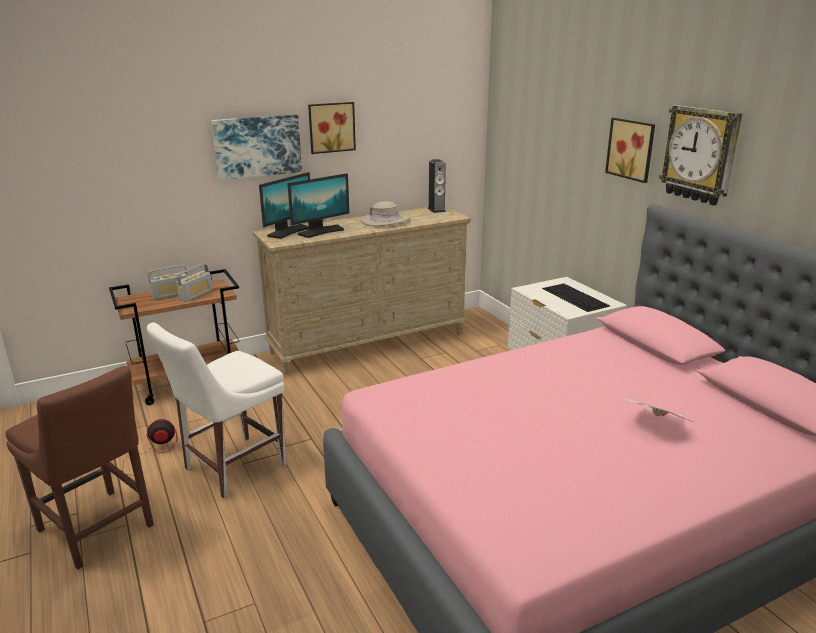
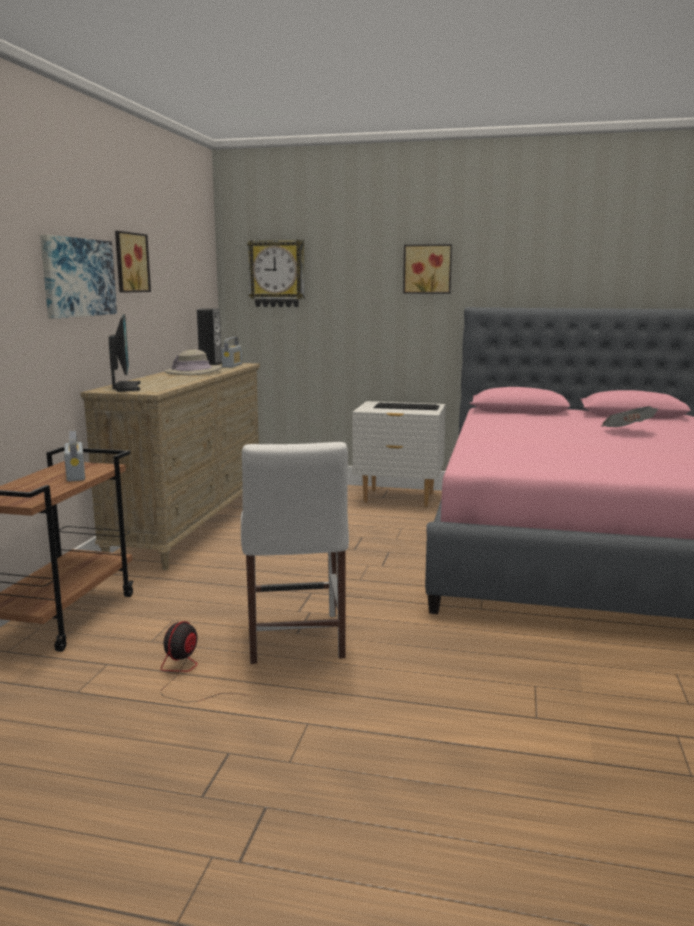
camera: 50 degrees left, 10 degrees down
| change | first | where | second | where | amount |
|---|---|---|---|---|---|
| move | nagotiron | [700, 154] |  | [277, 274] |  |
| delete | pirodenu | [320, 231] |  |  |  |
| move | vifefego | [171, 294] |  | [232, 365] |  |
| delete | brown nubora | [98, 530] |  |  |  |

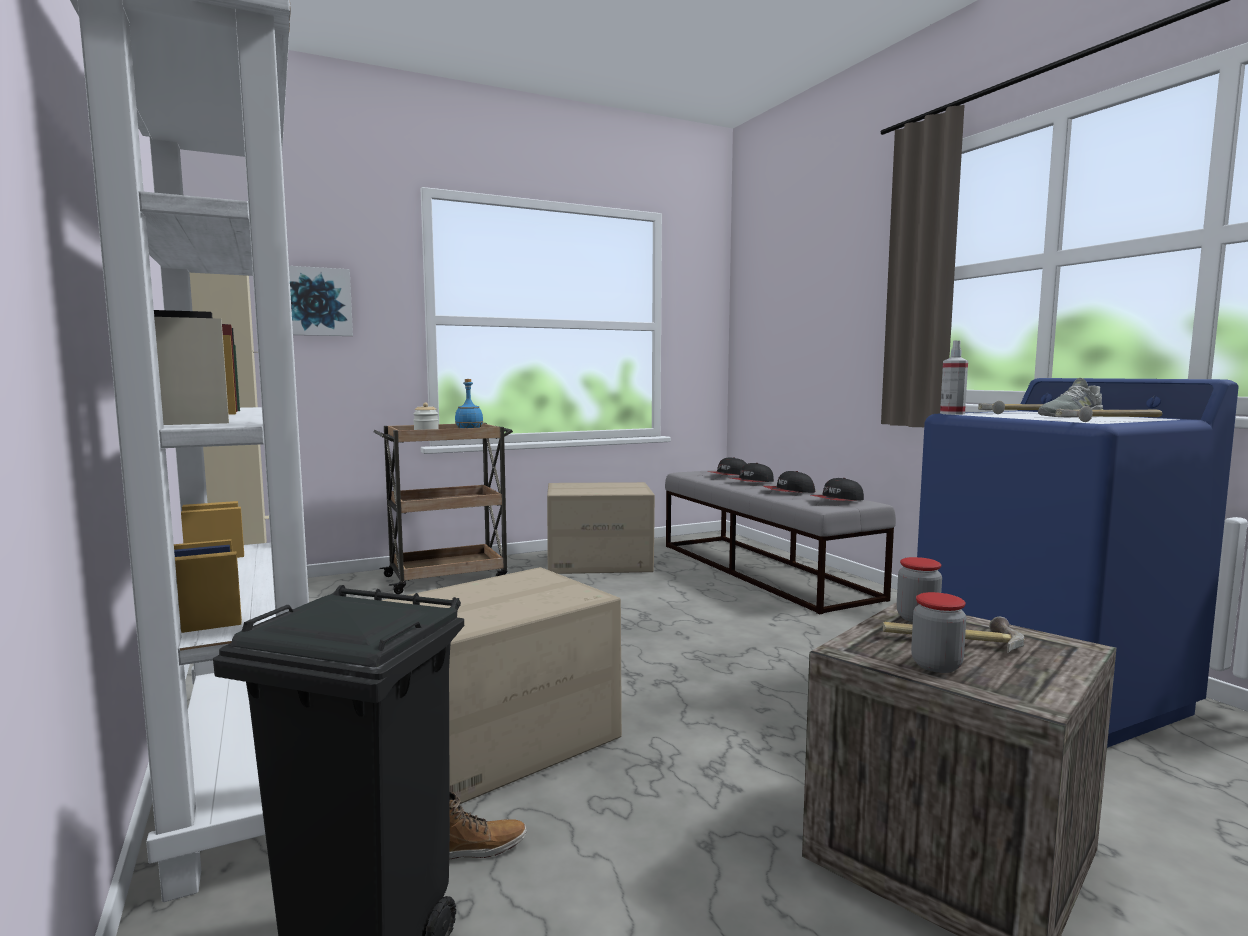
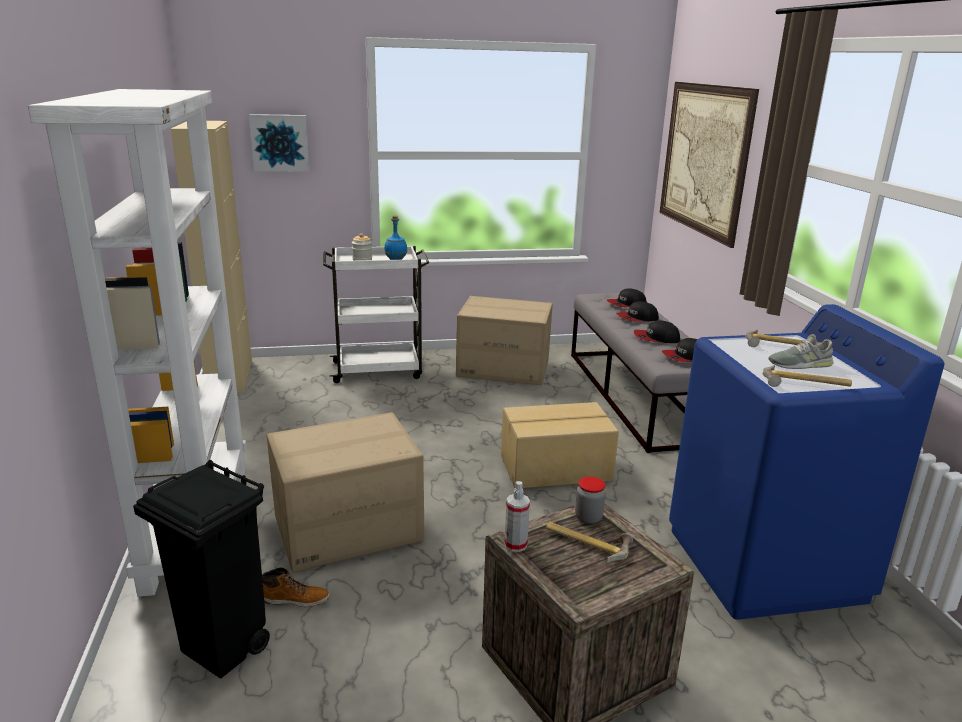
camera: 15 degrees right, 15 degrees up
| change | first | where | second | where | amount |
|---|---|---|---|---|---|
| move | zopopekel | [952, 413] |  | [515, 545] |  |
| recolor | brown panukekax | [448, 578] | white panukekax | [379, 370] |  |
| delete | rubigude | [936, 665] |  |  |  |
| insert |  |  | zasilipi | [704, 159] |  |
| insert |  |  | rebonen | [556, 469] |  |

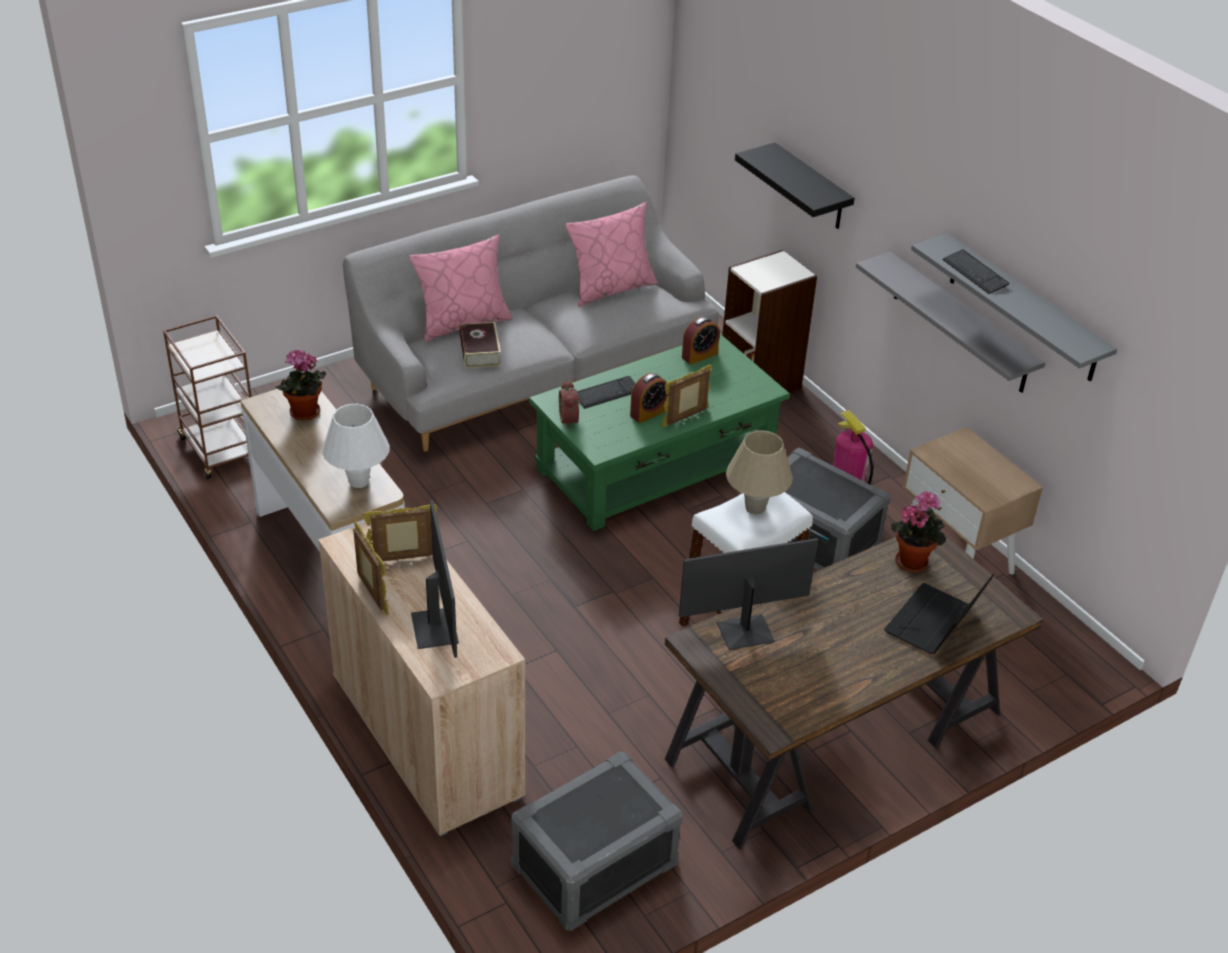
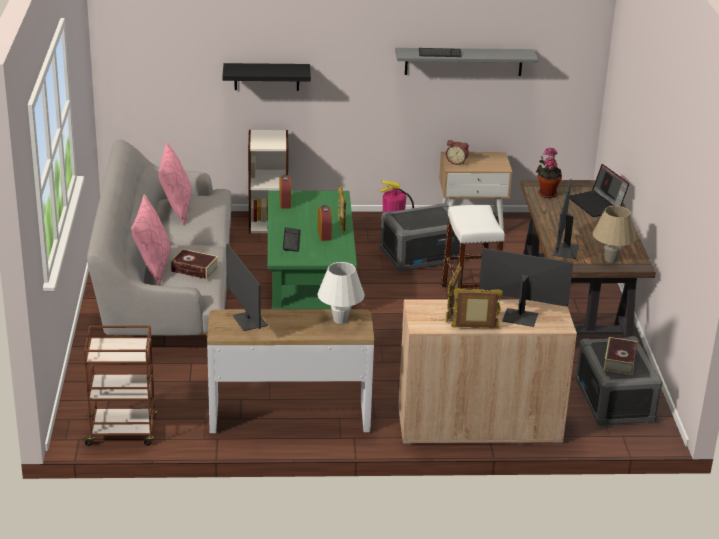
camera: 60 degrees left, 10 degrees down
| change | first | where | second | where | amount |
|---|---|---|---|---|---|
| delete | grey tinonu | [960, 323] |  |  |  |
| replace | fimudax | [304, 414] | pirodenu | [248, 321] |  |
| move | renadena | [570, 419] |  | [457, 162] |  |
| move | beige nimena | [755, 508] |  | [610, 259] |  |
| insert |  |  | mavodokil | [619, 361] |  |

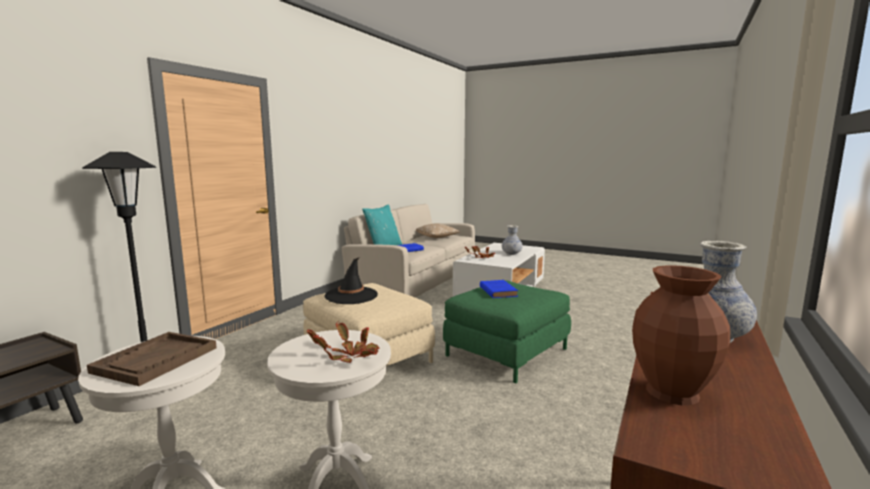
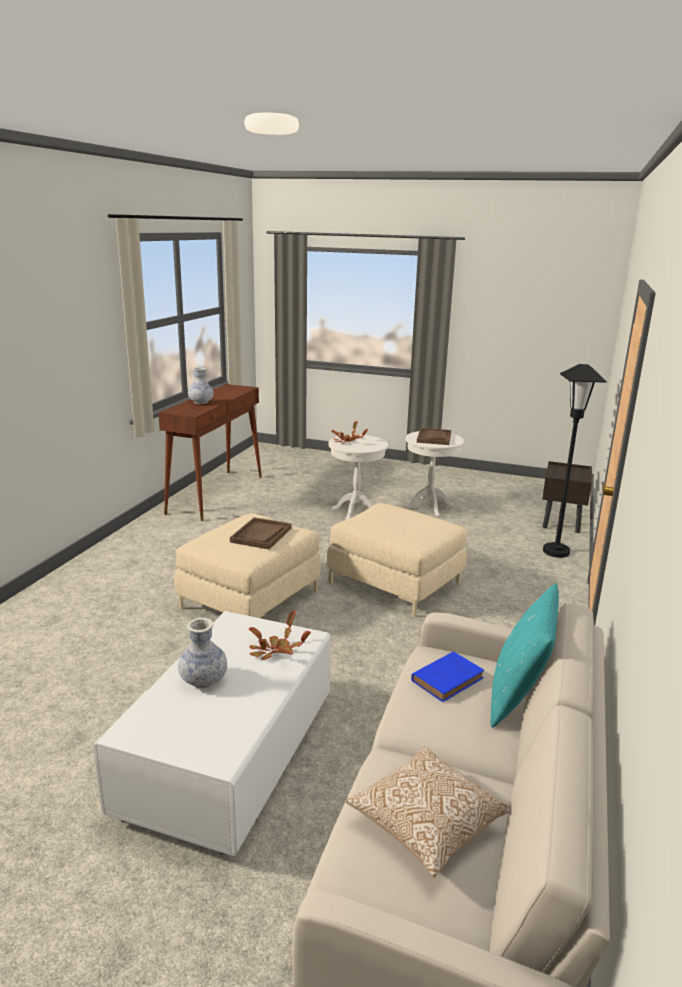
camera: 170 degrees right, 10 degrees up
| change | first | where | second | where | amount |
|---|---|---|---|---|---|
| delete | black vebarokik | [351, 295] |  |  |  |
| delete | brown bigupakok | [674, 392] |  |  |  |
| recolor | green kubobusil | [506, 352] | beige kubobusil | [251, 599] |  |
| replace | blue mavodokil | [497, 291] | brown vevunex | [261, 535] |  |

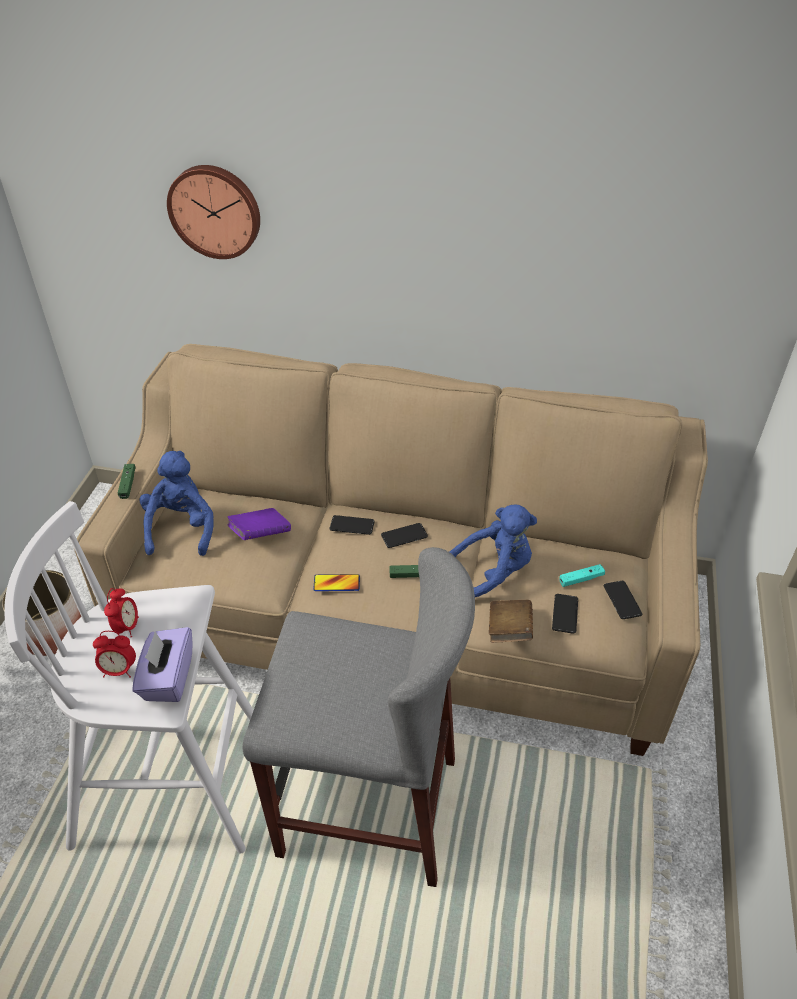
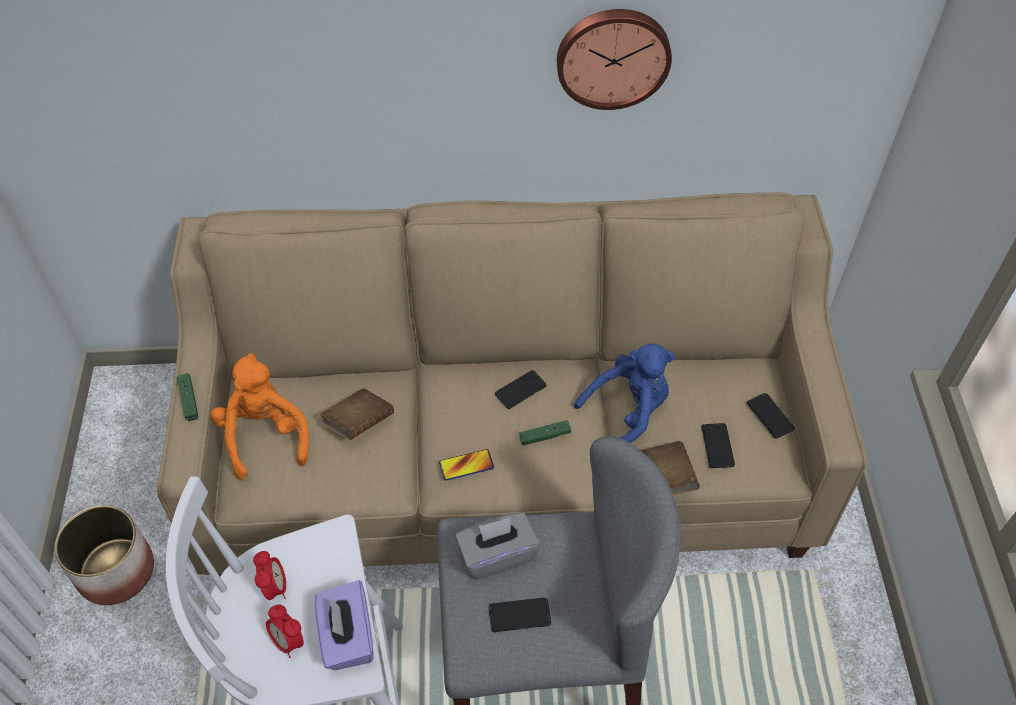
camera: 15 degrees left, 10 degrees up
| change | first | where | second | where | amount |
|---|---|---|---|---|---|
| move | nagotiron | [215, 210] |  | [613, 56] |  |
| recolor | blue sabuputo | [181, 528] | orange sabuputo | [264, 435] |  |
| recolor | purple mavodokil | [260, 534] | brown mavodokil | [359, 423] |  |
| move | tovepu | [352, 525] |  | [519, 615] |  |
| delete | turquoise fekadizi | [581, 579] |  |  |  |
| rotate | renadena | [119, 670] |  | [288, 641] | 60 degrees clockwise |
| insert |  |  | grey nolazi | [497, 555] |  |

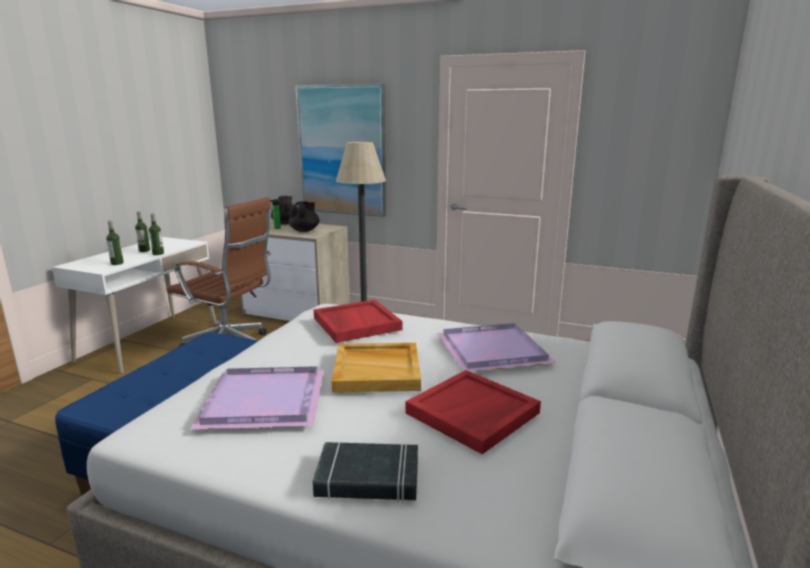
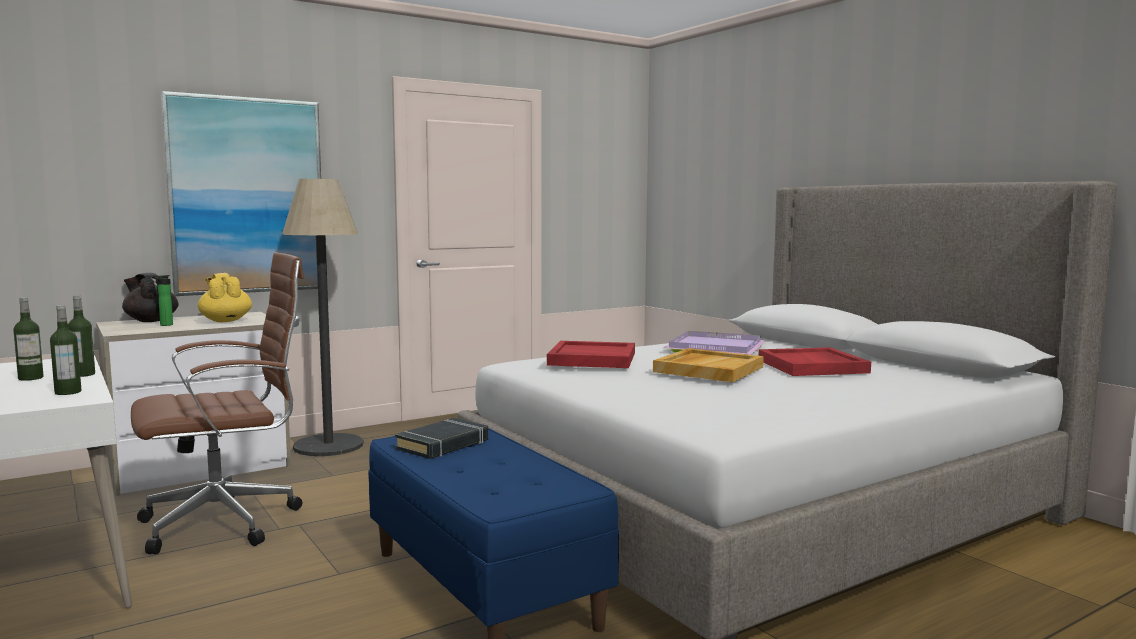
camera: 55 degrees left, 10 degrees down
| change | first | where | second | where | amount |
|---|---|---|---|---|---|
| recolor | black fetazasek | [305, 230] | yellow fetazasek | [225, 321] |  |
| delete | purple vevunex | [266, 400] |  |  |  |
| move | black mavodokil | [368, 478] |  | [443, 445] |  |

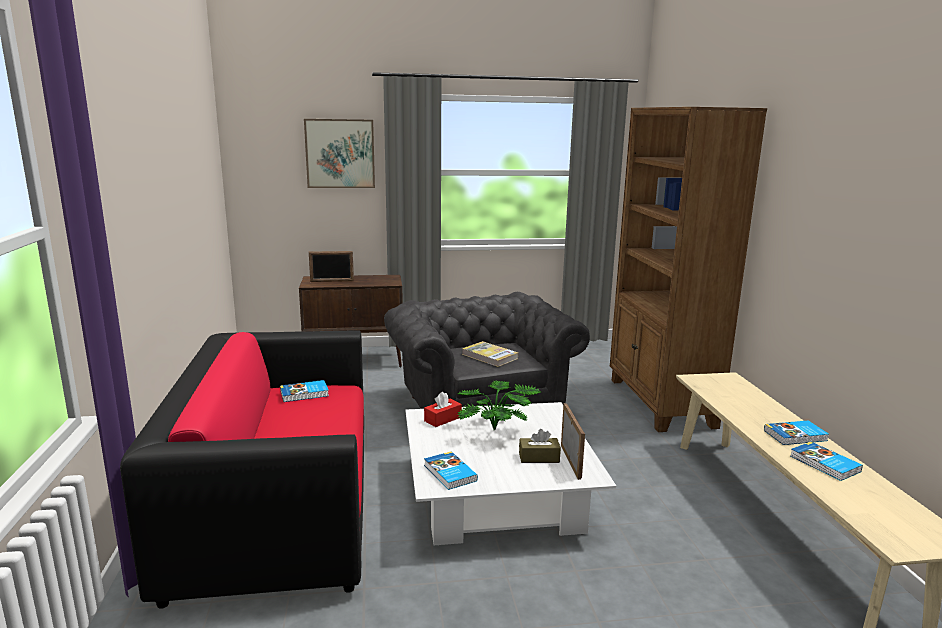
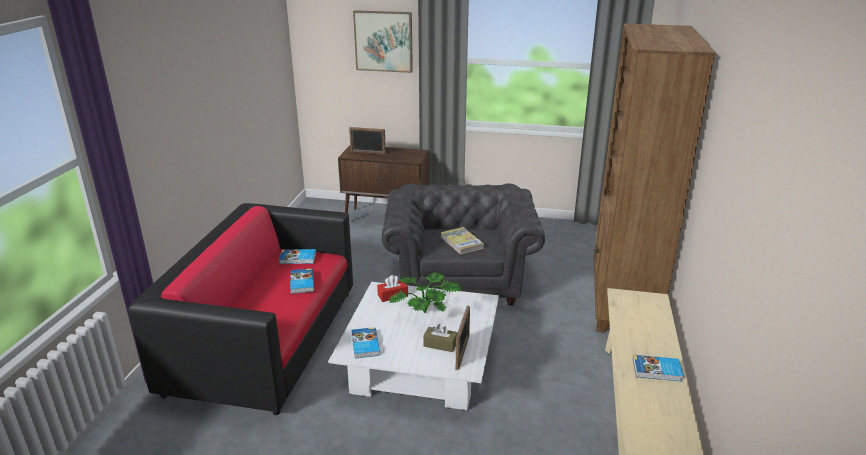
camera: 20 degrees right, 10 degrees up
| change | first | where | second | where | amount |
|---|---|---|---|---|---|
| move | mavodokil | [824, 464] |  | [301, 283] |  |

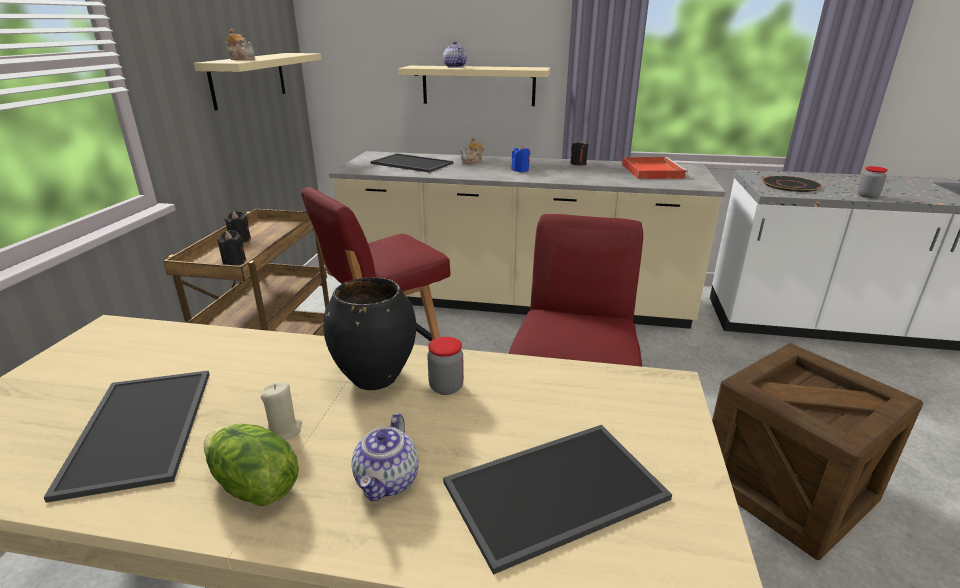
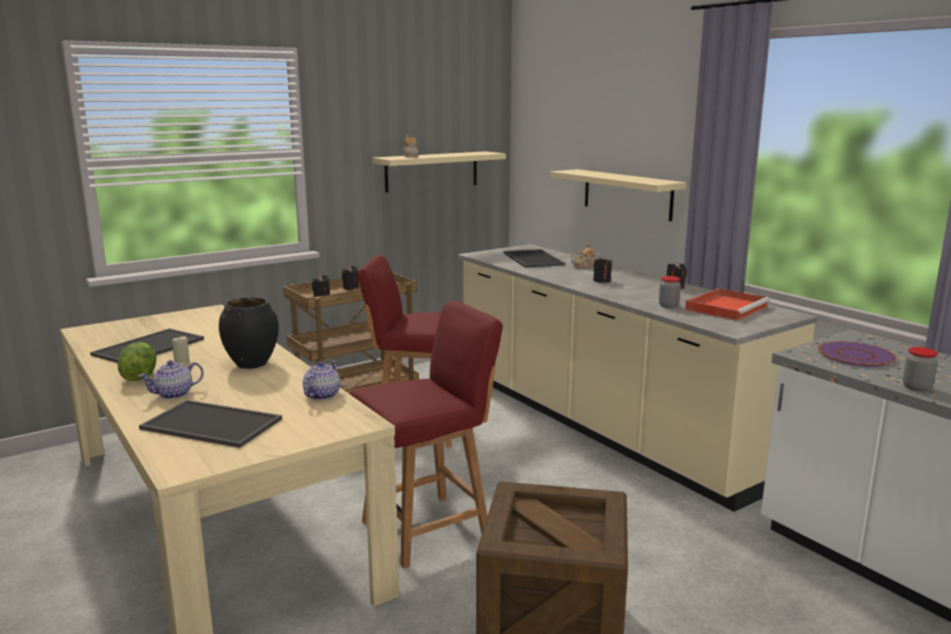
camera: 45 degrees right, 10 degrees down
| change | first | where | second | where | amount |
|---|---|---|---|---|---|
| move | fetazasek | [454, 67] |  | [321, 395] |  |
| recolor | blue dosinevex | [520, 170] | black dosinevex | [602, 281] |  |
| recolor | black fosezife | [790, 185] | purple fosezife | [856, 355] |  |
| move | rubigude | [446, 387] |  | [668, 306] |  |

